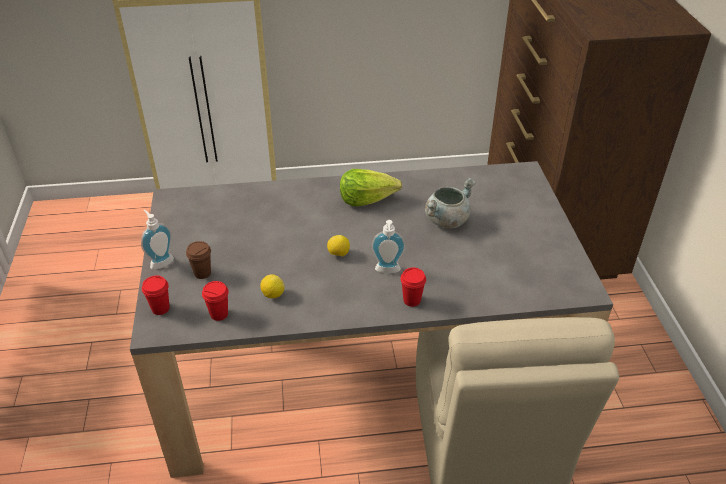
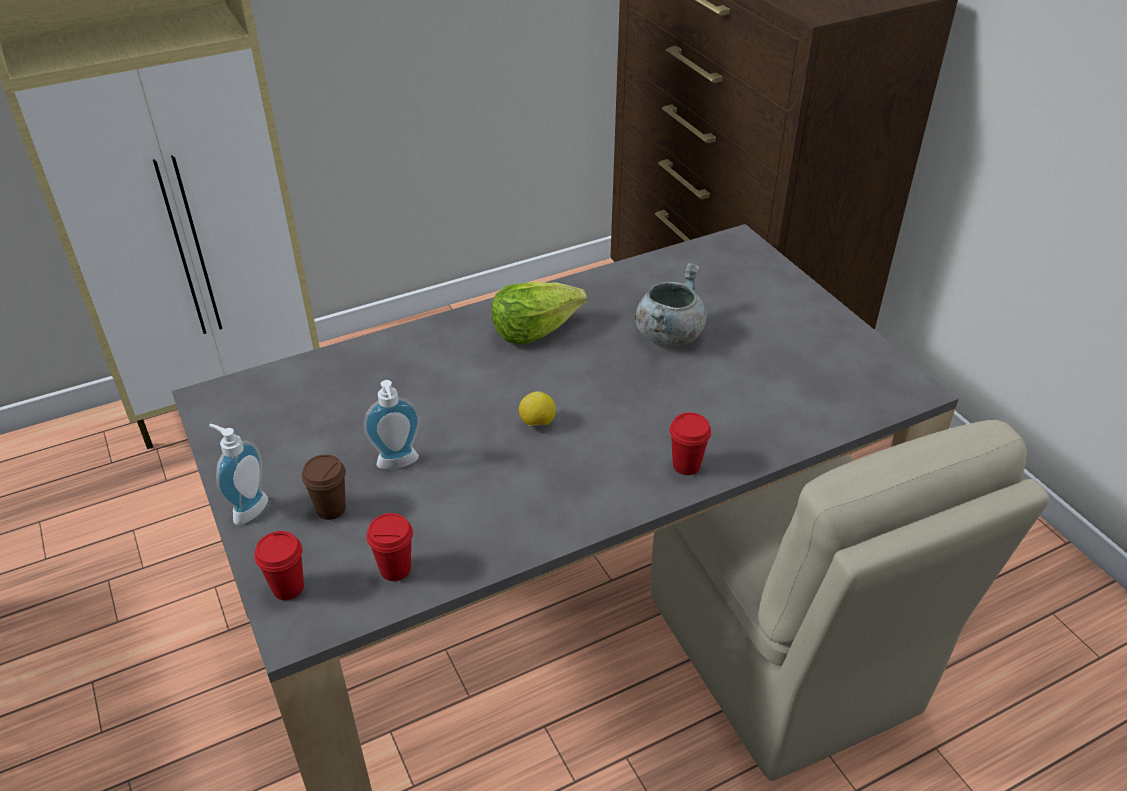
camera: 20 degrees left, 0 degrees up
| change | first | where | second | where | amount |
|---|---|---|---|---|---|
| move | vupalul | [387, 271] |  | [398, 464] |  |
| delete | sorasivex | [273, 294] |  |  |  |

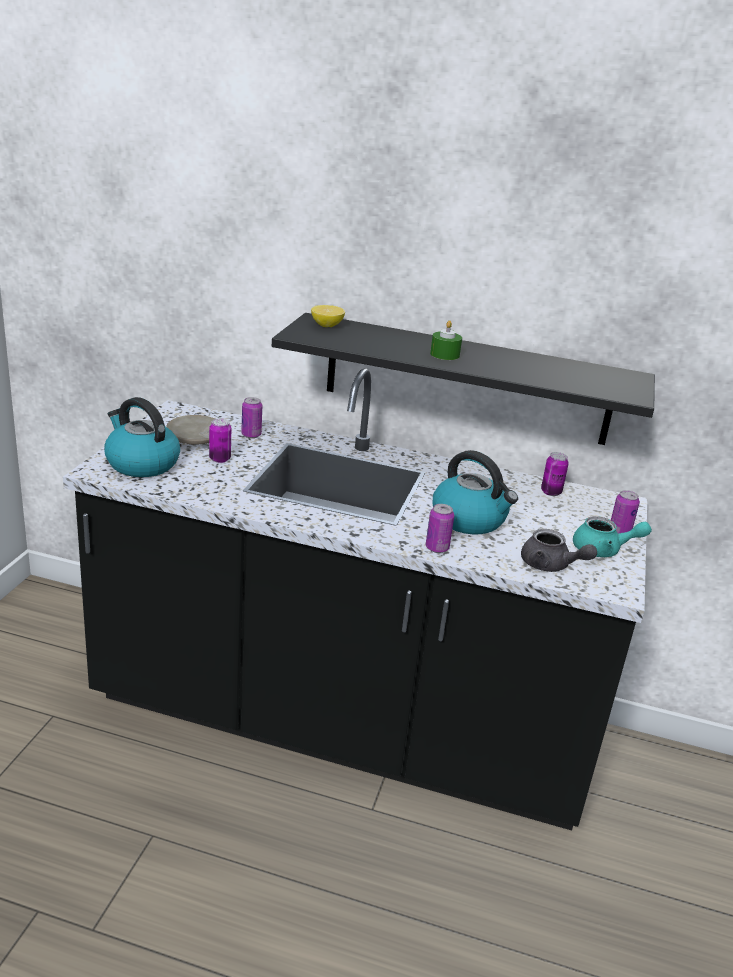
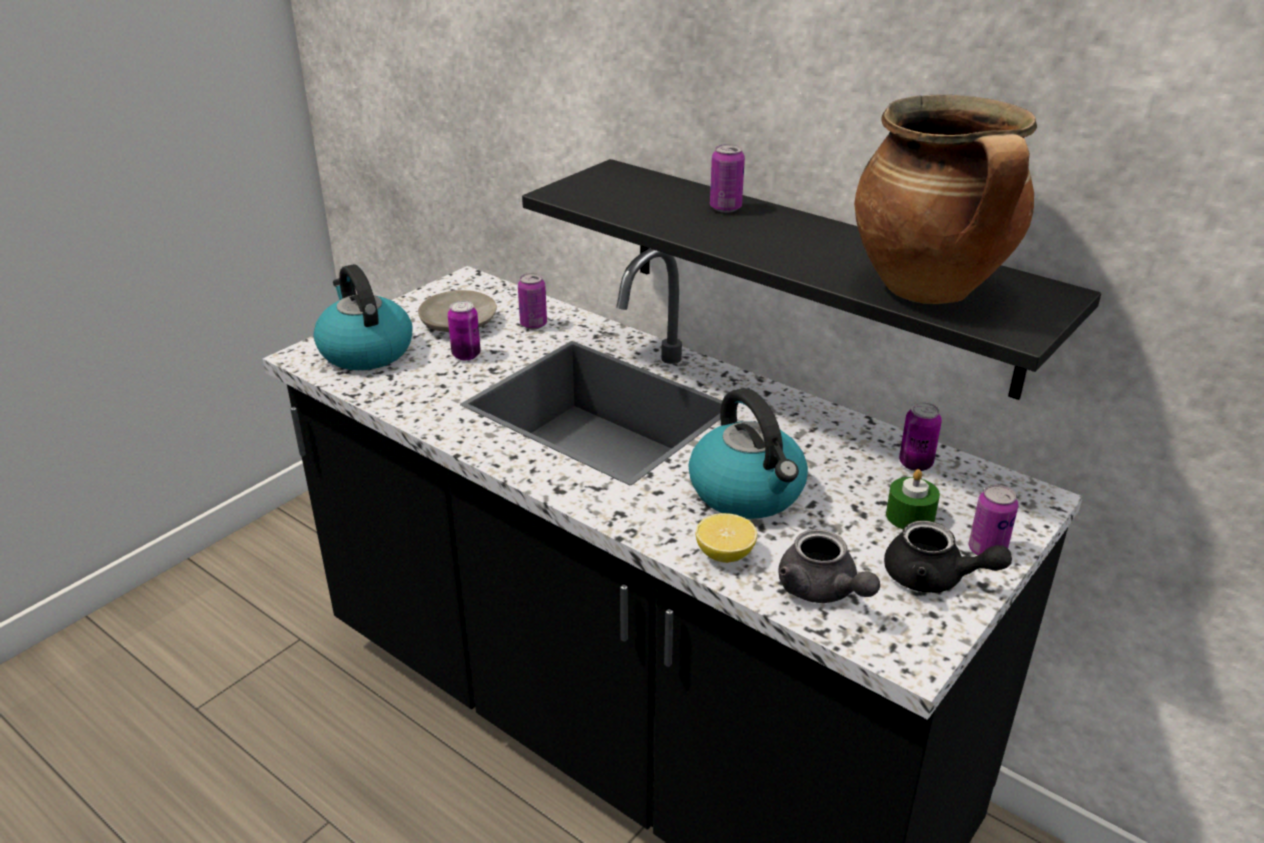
camera: 25 degrees right, 5 degrees up
| change | first | where | second | where | amount |
|---|---|---|---|---|---|
| move | sorasivex | [327, 325] |  | [725, 554] |  |
| move | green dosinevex | [444, 354] |  | [910, 516] |  |
| move | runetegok | [437, 548] |  | [725, 208] |  |
| recolor | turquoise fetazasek | [603, 550] | black fetazasek | [934, 579] |  |
| insert |  |  | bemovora | [932, 290] |  |

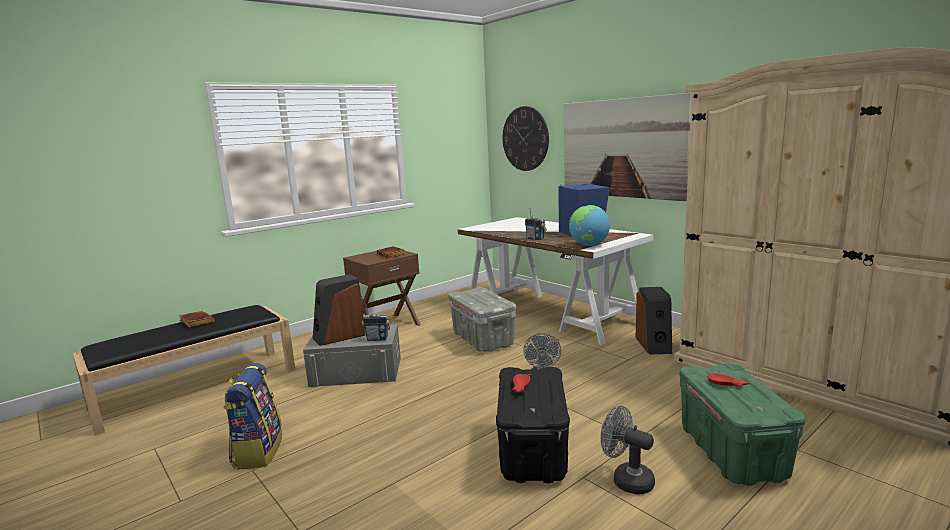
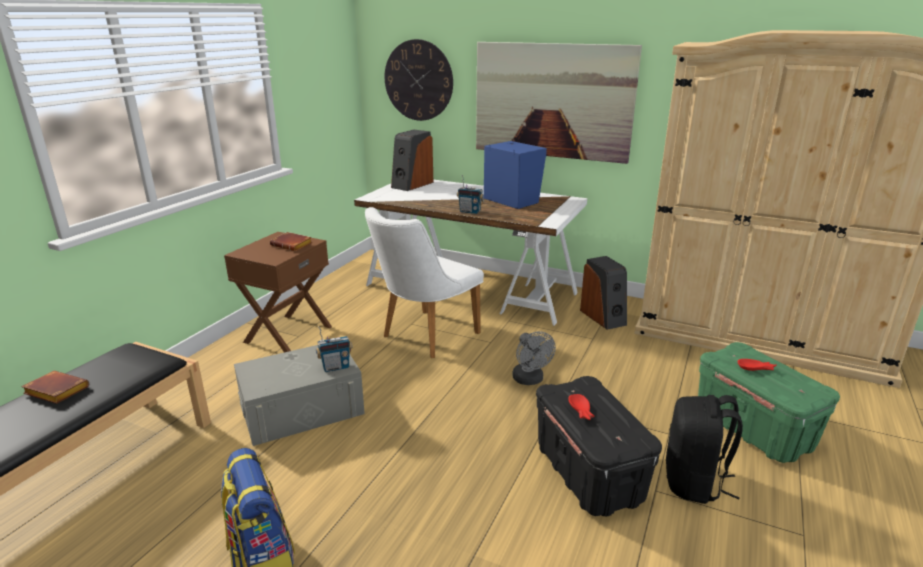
camera: 25 degrees left, 10 degrees up
| change | first | where | second | where | amount |
|---|---|---|---|---|---|
| delete | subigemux | [589, 245] |  |  |  |
| move | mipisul | [339, 336] |  | [412, 184] |  |
| replace | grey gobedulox | [482, 339] | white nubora | [423, 337] |  |
| replace | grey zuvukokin | [626, 479] | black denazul | [694, 482] |  |

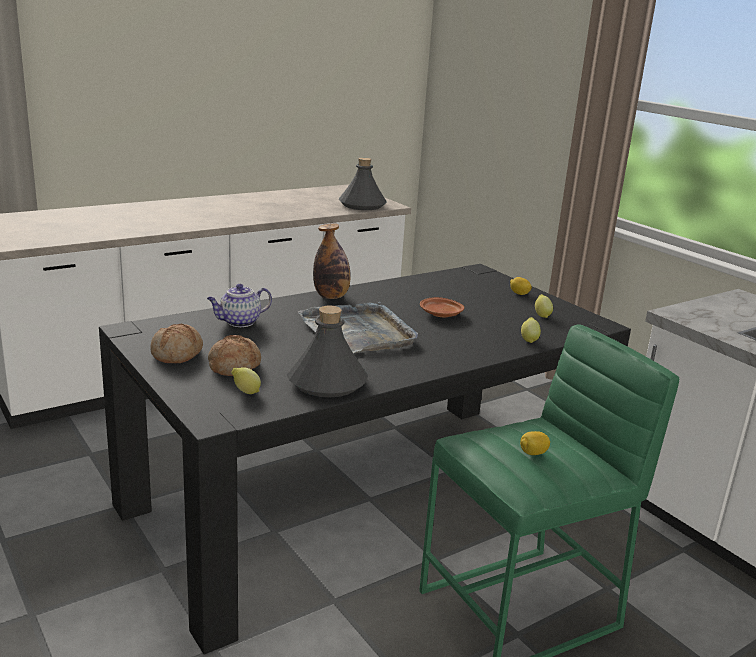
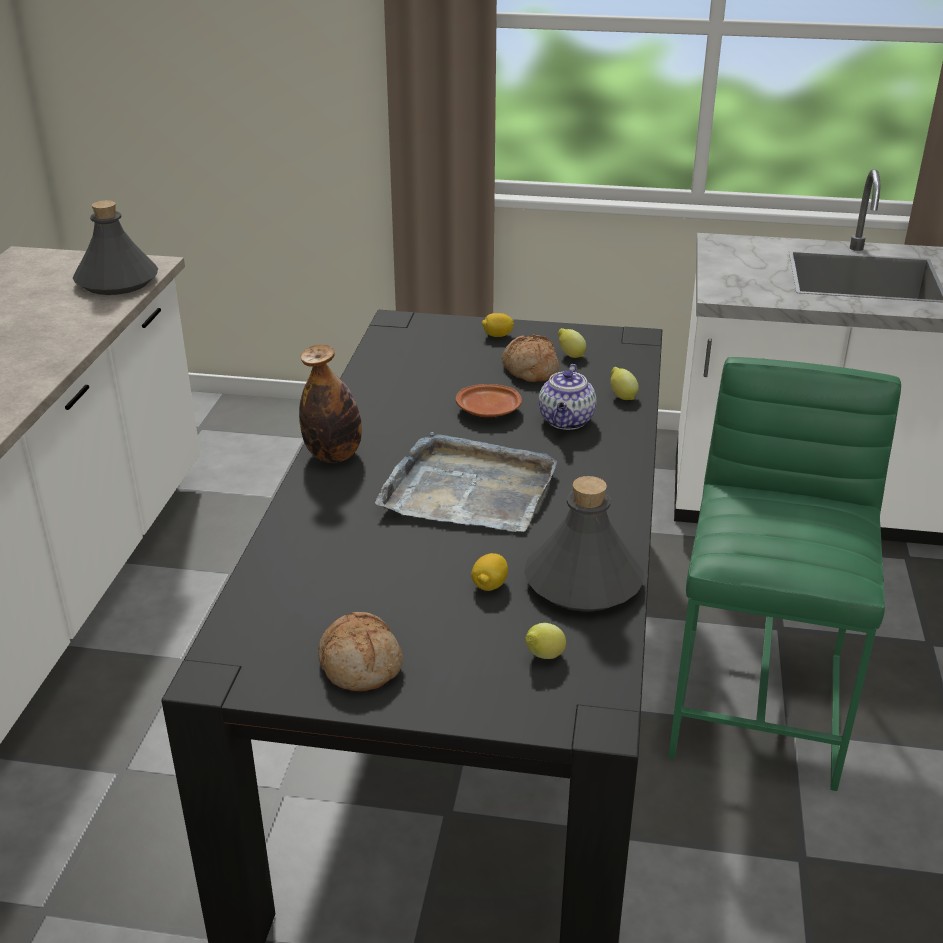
camera: 45 degrees left, 10 degrees up
| change | first | where | second | where | amount |
|---|---|---|---|---|---|
| move | fetazasek | [239, 322] |  | [567, 421] |  |
| move | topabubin | [234, 366] |  | [529, 370] |  |
| move | sorasivex | [533, 453] |  | [489, 585] |  |

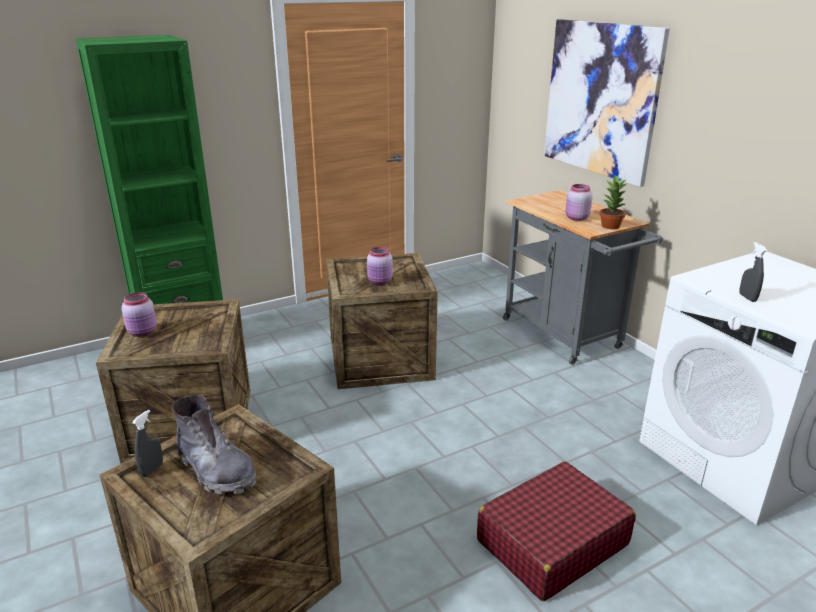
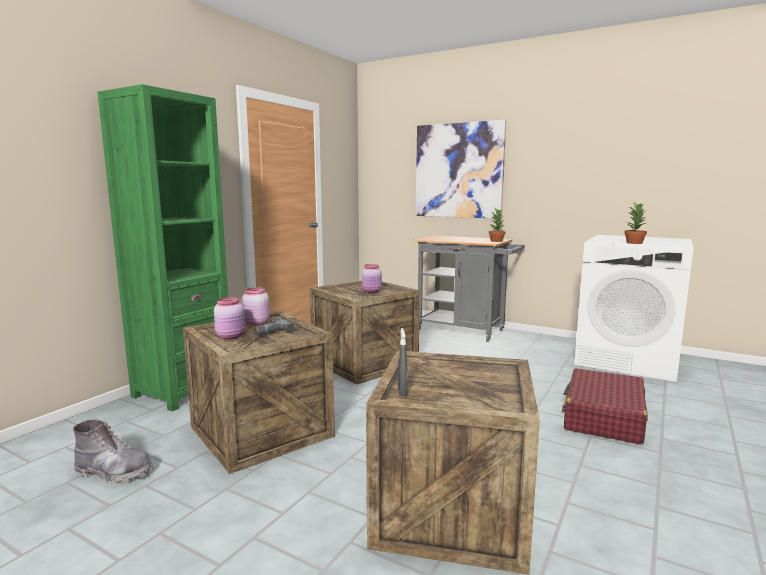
camera: 30 degrees left, 15 degrees down
| change | first | where | second | where | amount |
|---|---|---|---|---|---|
| move | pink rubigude | [576, 218] |  | [256, 323] |  |
| replace | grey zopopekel | [747, 298] | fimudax | [634, 243] |  |
| move | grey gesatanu | [216, 470] |  | [114, 472] |  |
| insert |  |  | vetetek | [270, 331] |  |

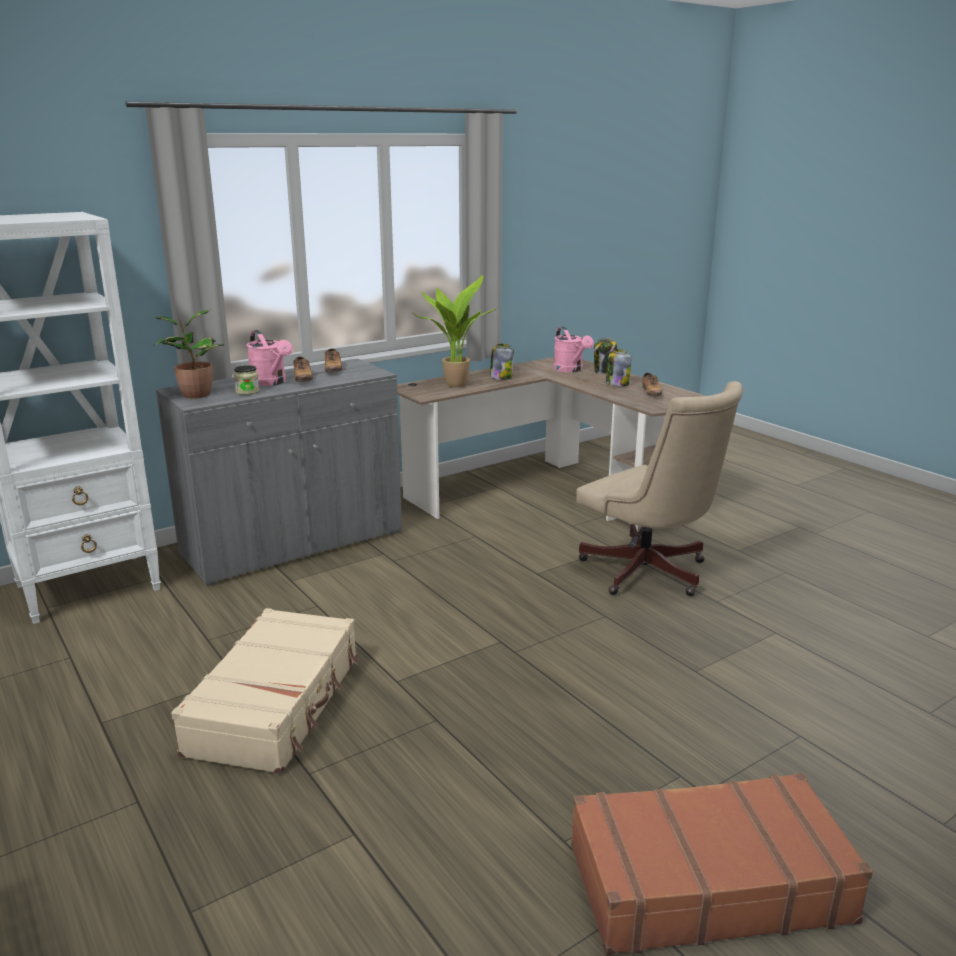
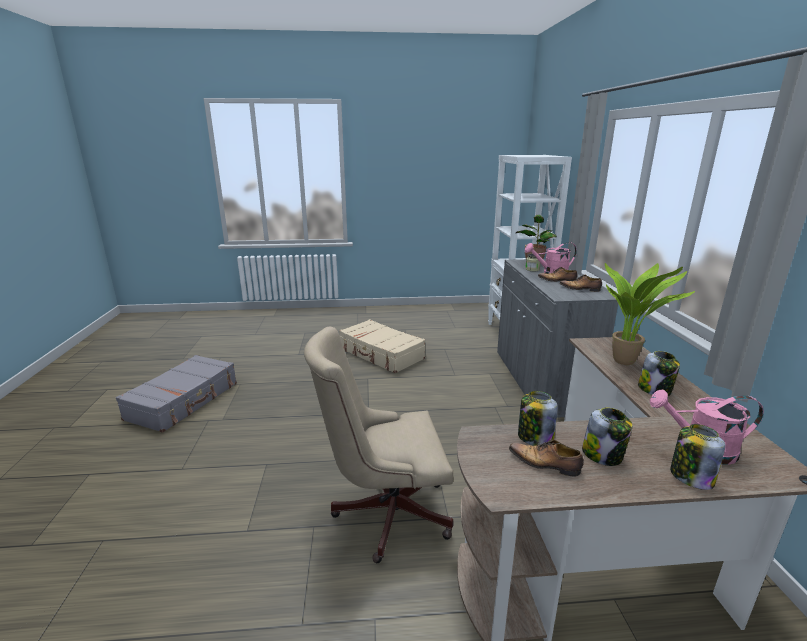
camera: 120 degrees right, 0 degrees up
| change | first | where | second | where | amount |
|---|---|---|---|---|---|
| recolor | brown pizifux | [706, 881] | grey pizifux | [184, 401] |  |
| insert |  |  | rubigude | [534, 438] |  |

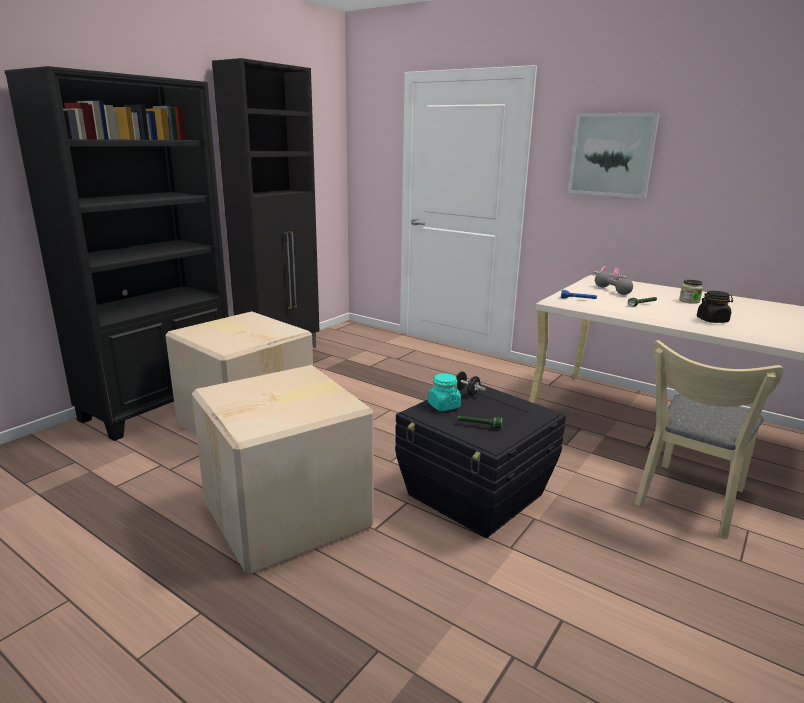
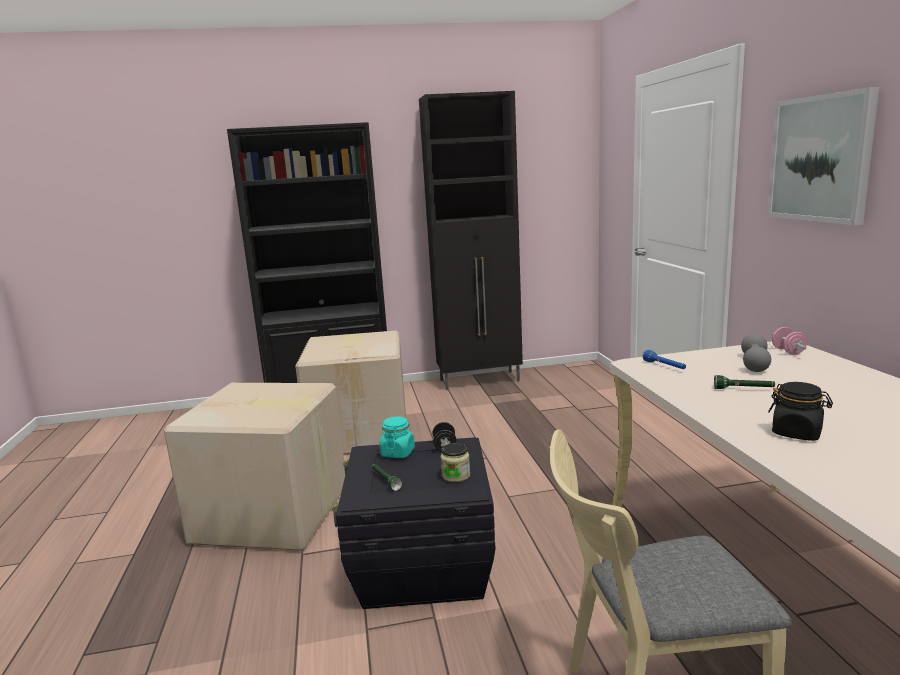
camera: 45 degrees right, 5 degrees down
| change | first | where | second | where | amount |
|---|---|---|---|---|---|
| move | rubigude | [689, 301] |  | [456, 475] |  |

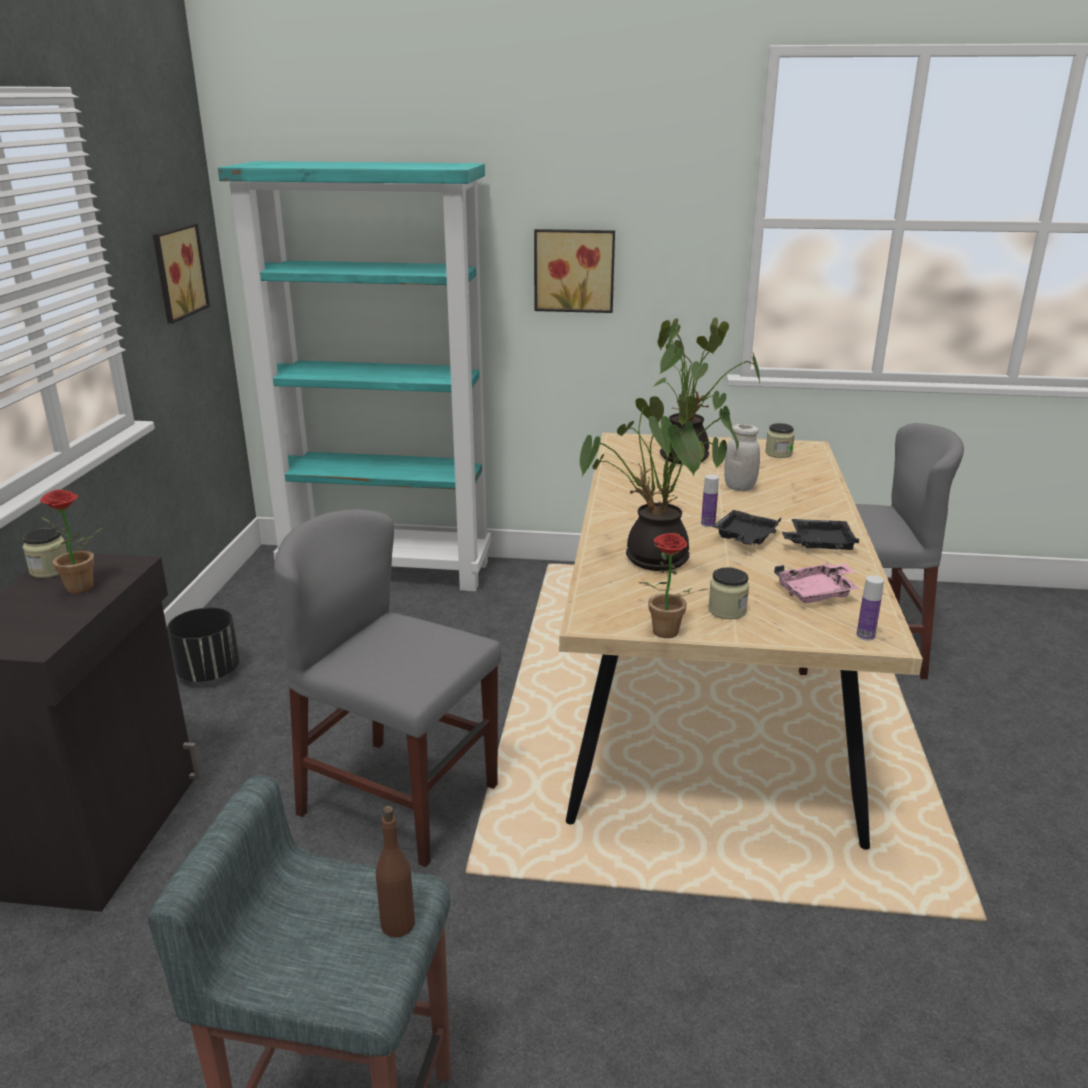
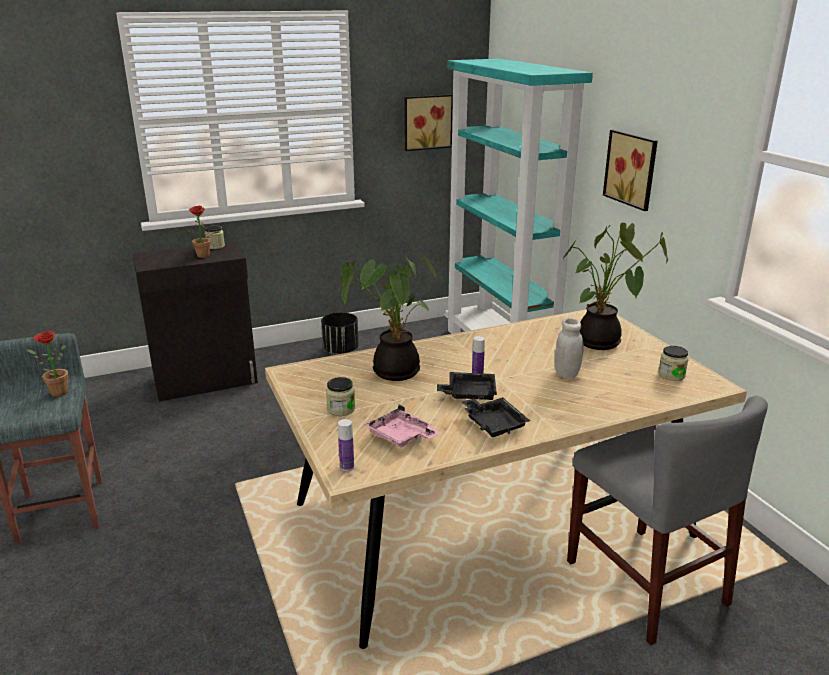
camera: 60 degrees right, 0 degrees up
| change | first | where | second | where | amount |
|---|---|---|---|---|---|
| delete | grey nubora | [399, 800] |  |  |  |
| move | fimudax | [663, 634] |  | [55, 392] |  |
| delete | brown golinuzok | [398, 924] |  |  |  |

